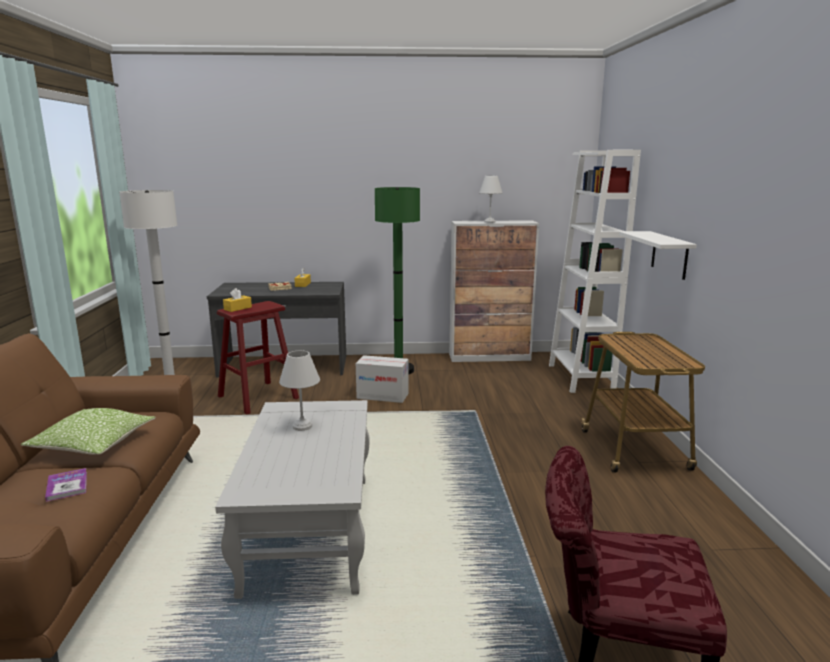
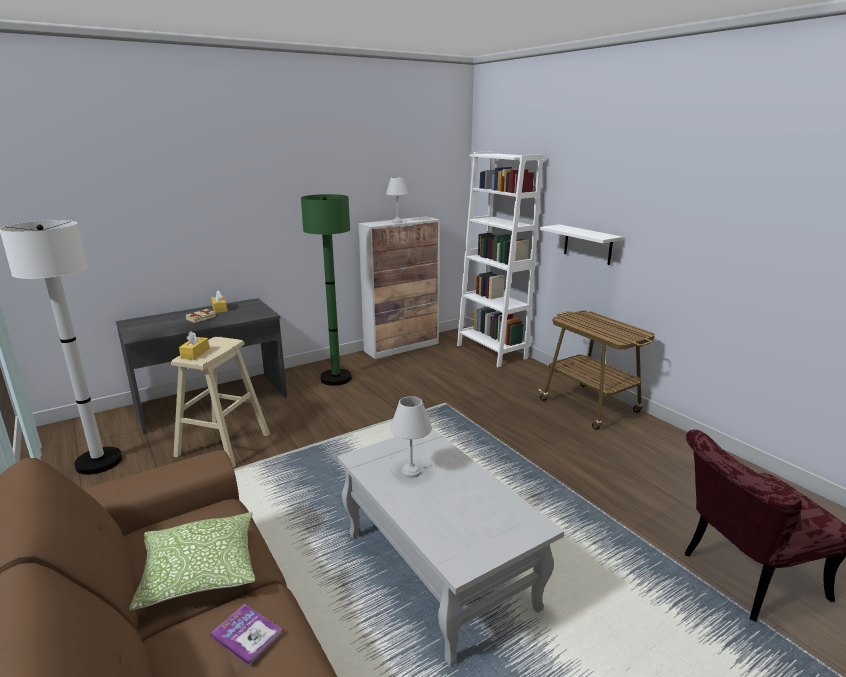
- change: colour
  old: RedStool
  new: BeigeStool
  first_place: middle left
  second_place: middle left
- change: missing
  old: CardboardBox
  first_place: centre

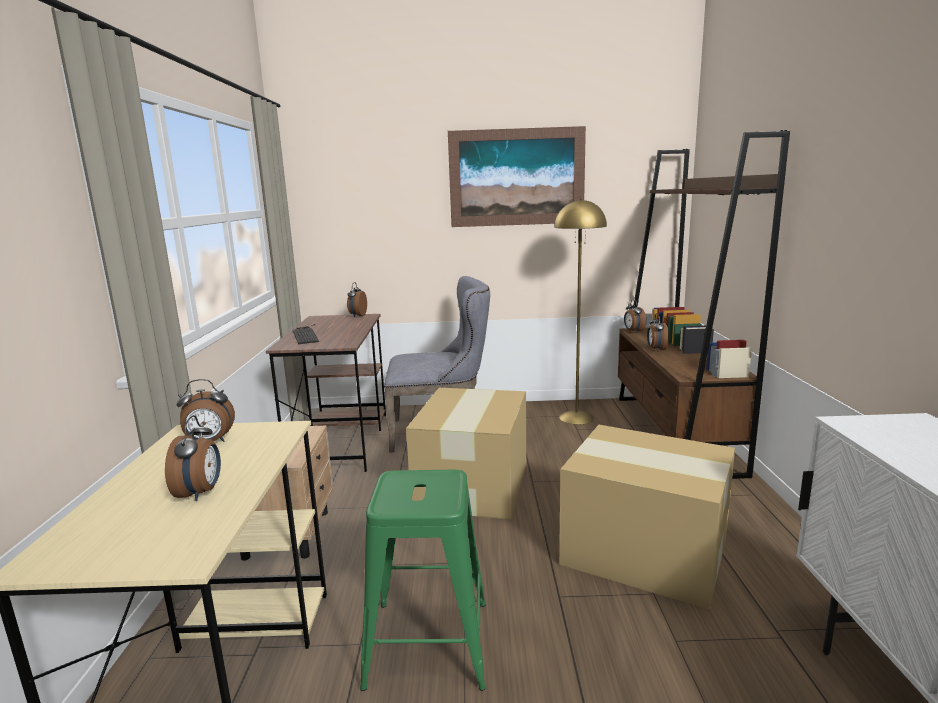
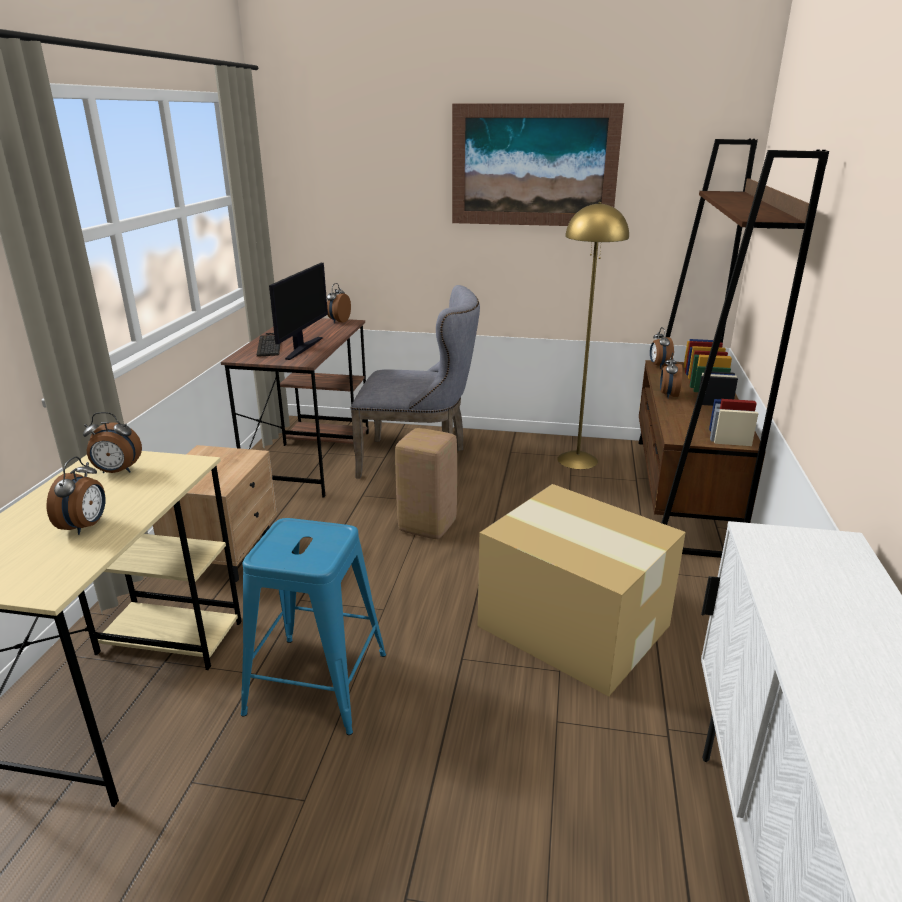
- change: exchanged
  old: CardboardBox (no. 1 from left)
  new: BeigeStool
  first_place: centre
  second_place: centre
- change: colour
  old: GreenStool
  new: BlueStool
  first_place: bottom centre
  second_place: bottom centre
- change: appeared
  new: Monitor
  second_place: middle left

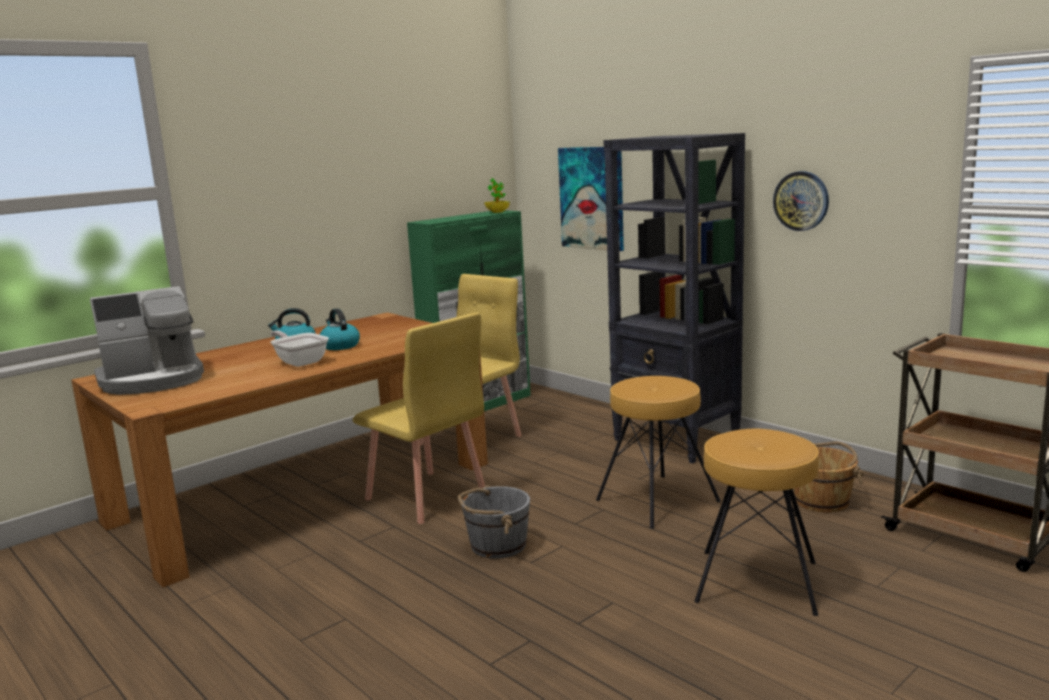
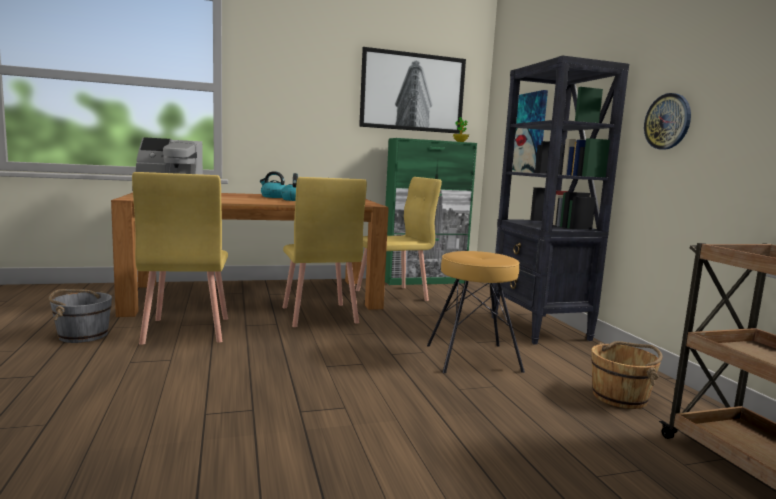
- change: missing
  old: FryingPan
  first_place: middle left
- change: missing
  old: BrownStool (no. 2 from left)
  first_place: bottom right
- change: relocated
  old: GreyBucket
  first_place: bottom centre
  second_place: middle left
- change: appeared
  new: Picture (no. 1 from left)
  second_place: top centre
- change: appeared
  new: YellowChair (no. 1 from left)
  second_place: middle left

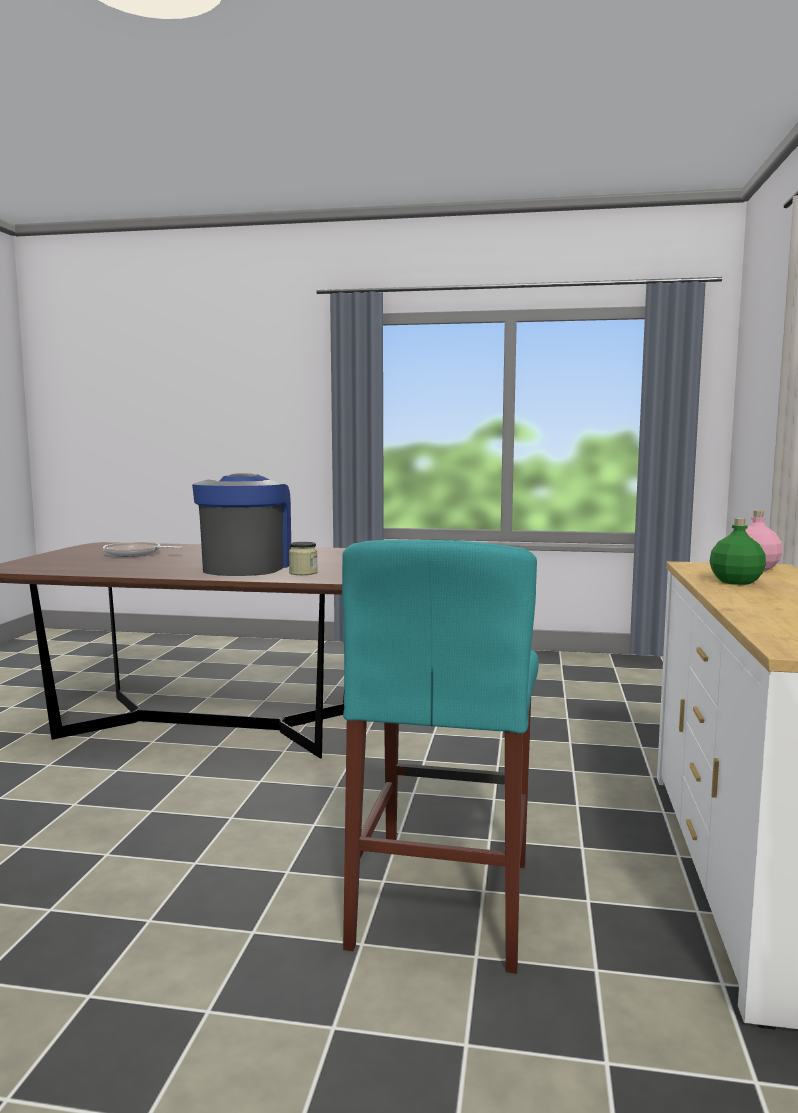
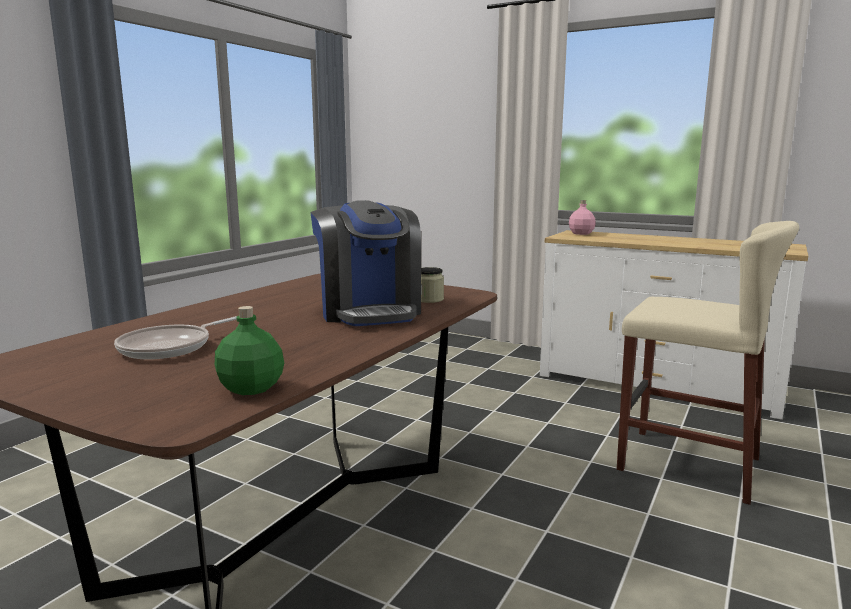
- change: spun
  old: CoffeeMachine
  first_place: middle left
  second_place: centre
  degrees: -135
- change: relocated
  old: GreenBottle
  first_place: middle right
  second_place: middle left
- change: colour
  old: TurquoiseStool
  new: BeigeStool
  first_place: bottom centre
  second_place: middle right

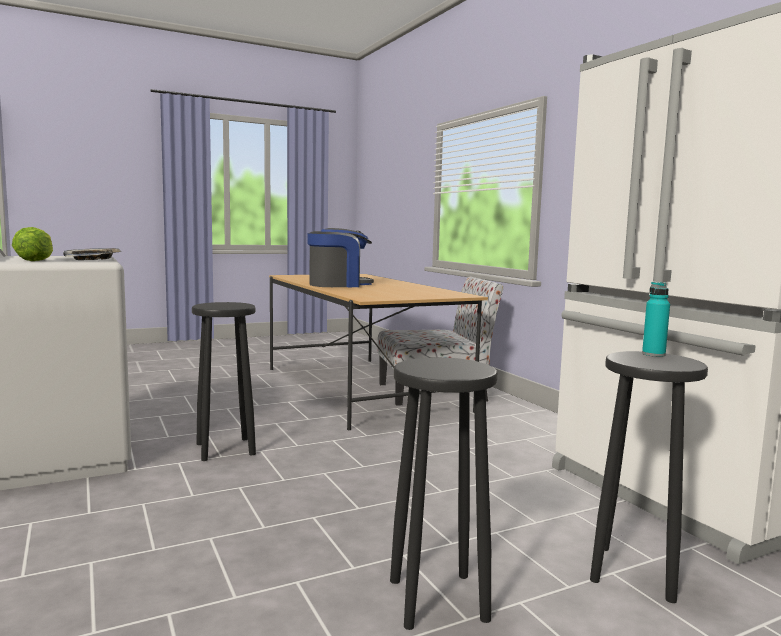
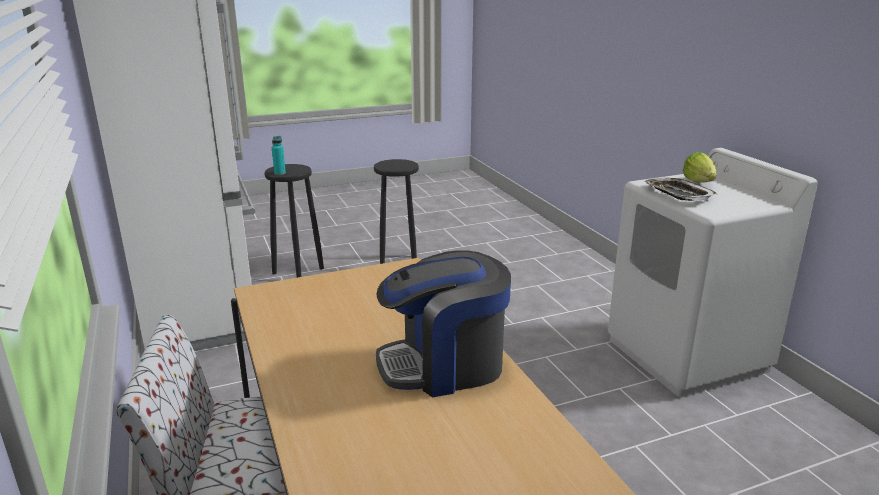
- change: missing
  old: BlackStool (no. 1 from left)
  first_place: middle left

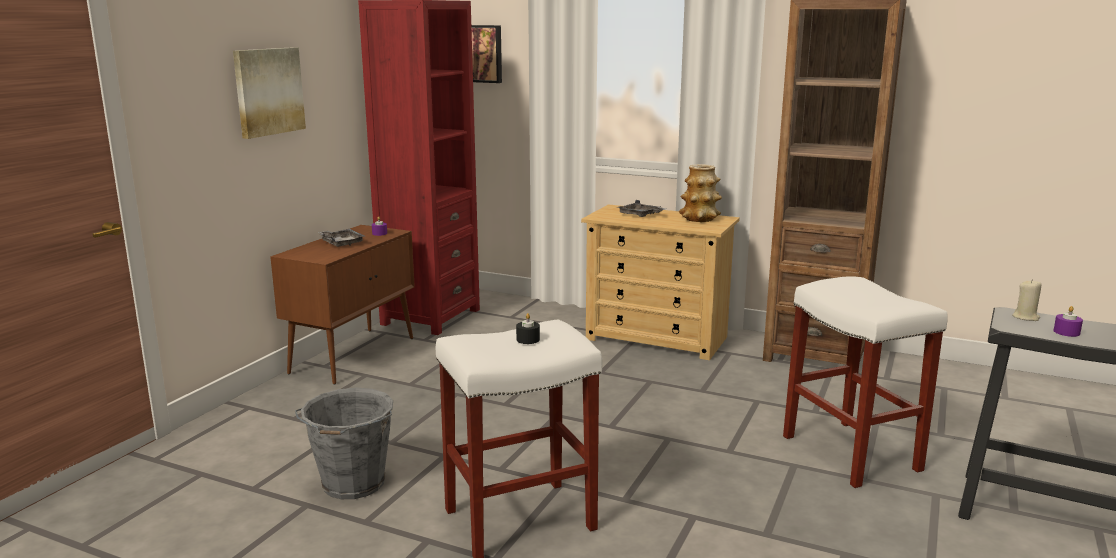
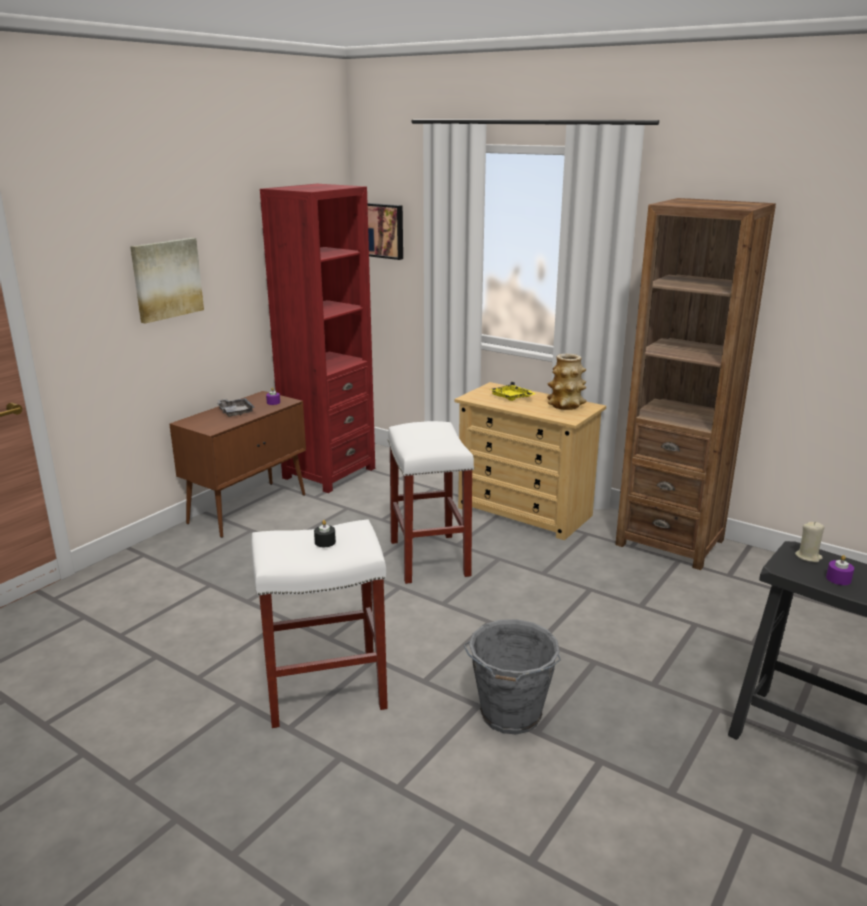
- change: colour
  old: GreyTray (no. 2 from left)
  new: YellowTray
  first_place: centre
  second_place: centre
- change: relocated
  old: WhiteStool (no. 2 from left)
  first_place: bottom right
  second_place: centre
- change: relocated
  old: GreyBucket
  first_place: bottom left
  second_place: bottom centre

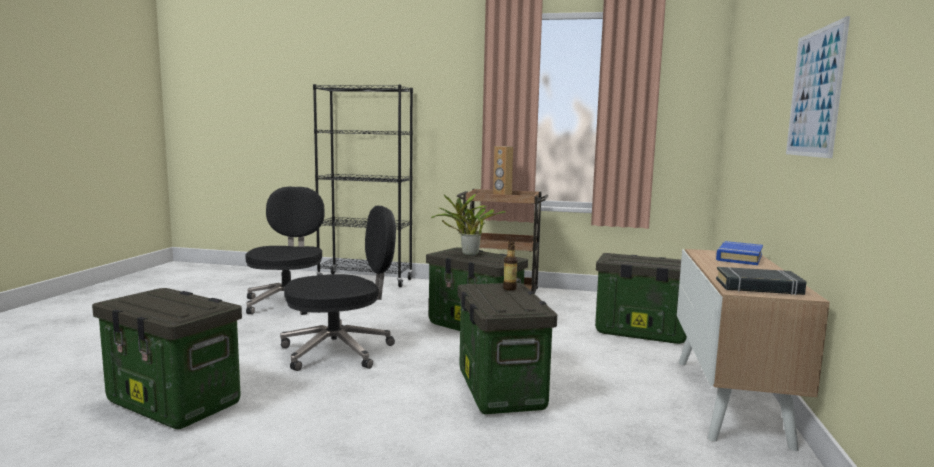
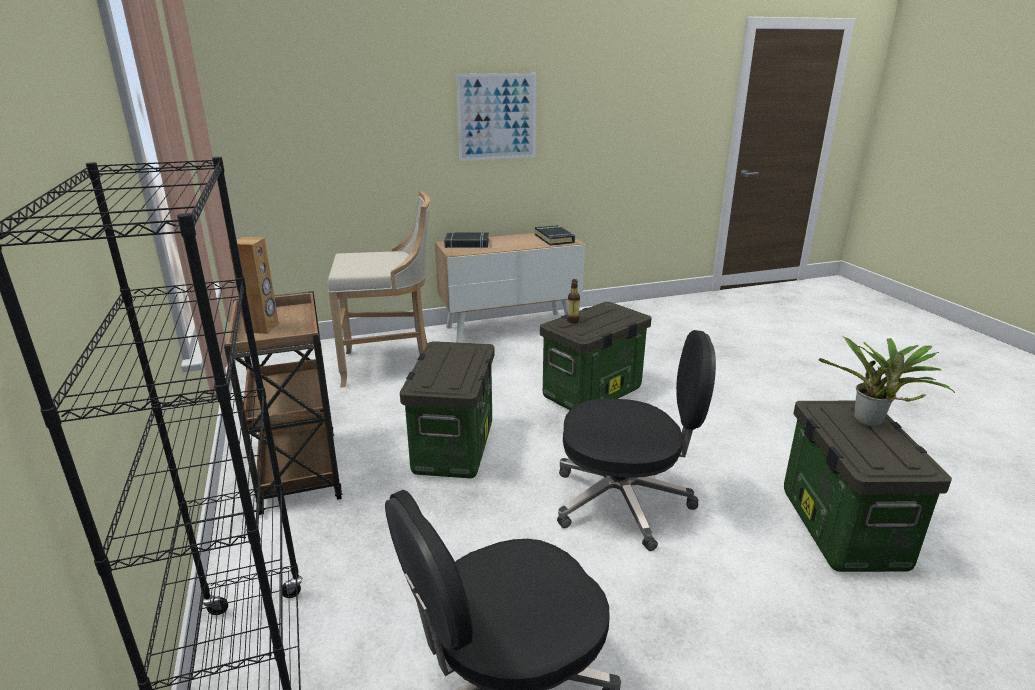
- change: relocated
  old: PottedPlant
  first_place: centre
  second_place: middle right
- change: spun
  old: BlackOfficeChair (no. 2 from left)
  first_place: centre
  second_place: centre
  degrees: 150
- change: colour
  old: BlueBook
  new: BlackBook (no. 1 from left)
  first_place: middle right
  second_place: centre
- change: exchanged
  old: StorageBox (no. 4 from left)
  new: BeigeStool
  first_place: middle right
  second_place: centre

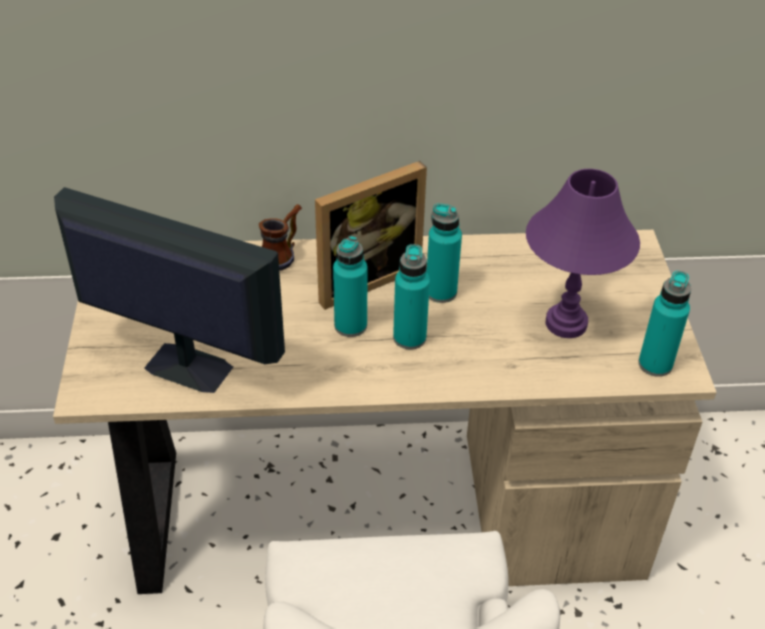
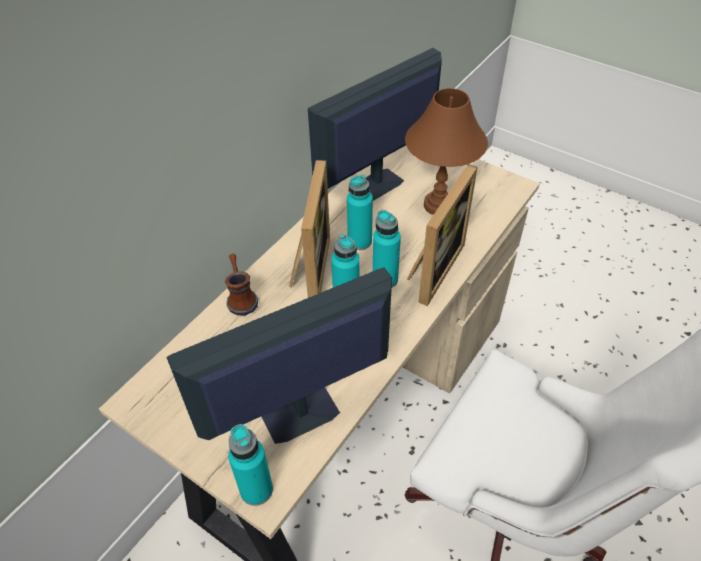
- change: colour
  old: PurpleTableLamp
  new: BrownTableLamp
  first_place: middle right
  second_place: top centre
- change: relocated
  old: TurquoiseBottle (no. 4 from left in the first image)
  new: TurquoiseBottle (no. 1 from left)
  first_place: middle right
  second_place: bottom centre
- change: appeared
  new: Monitor (no. 2 from left)
  second_place: top centre
- change: appeared
  new: PictureFrame (no. 2 from left)
  second_place: centre

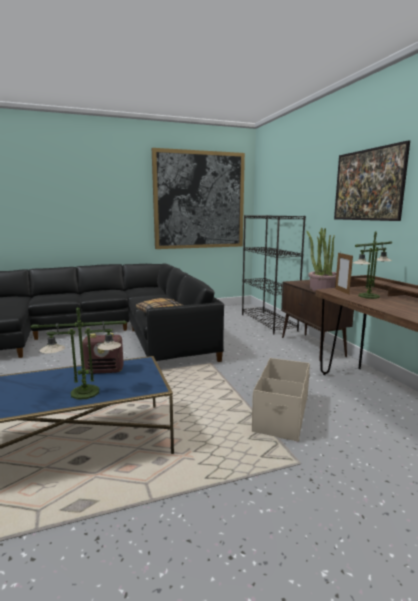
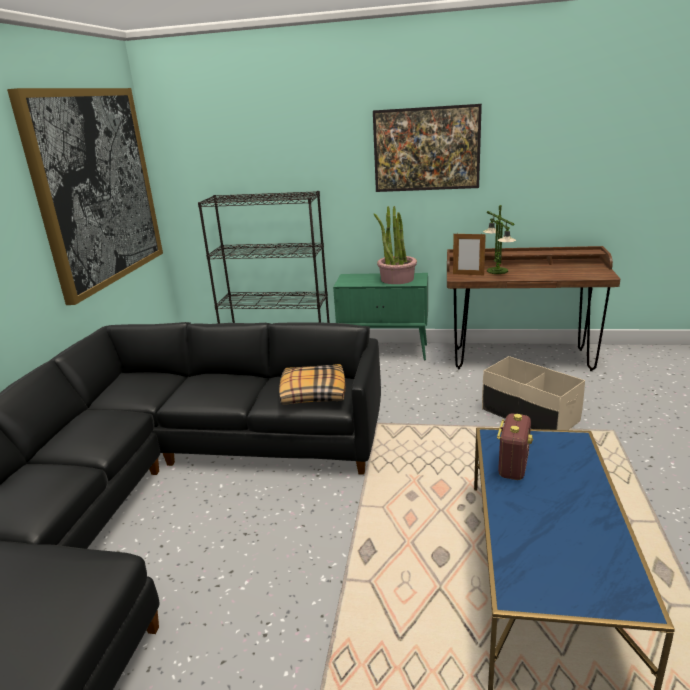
- change: colour
  old: BrownCabinet
  new: GreenCabinet
  first_place: middle right
  second_place: centre
- change: missing
  old: TableLamp (no. 1 from left)
  first_place: middle left

